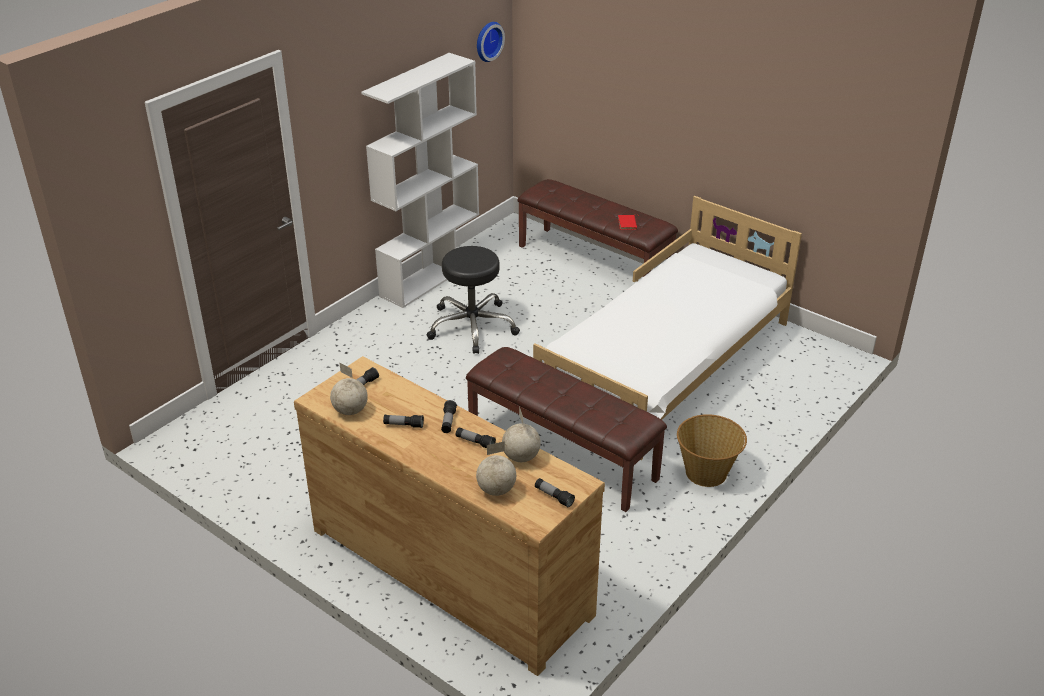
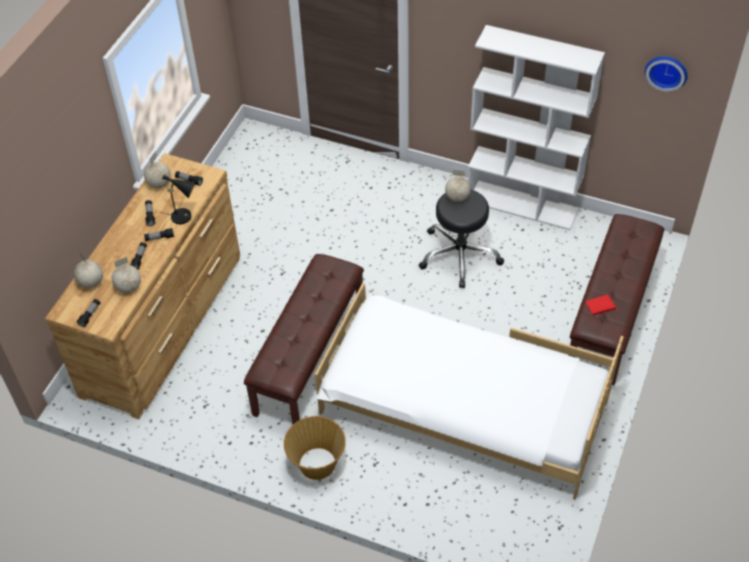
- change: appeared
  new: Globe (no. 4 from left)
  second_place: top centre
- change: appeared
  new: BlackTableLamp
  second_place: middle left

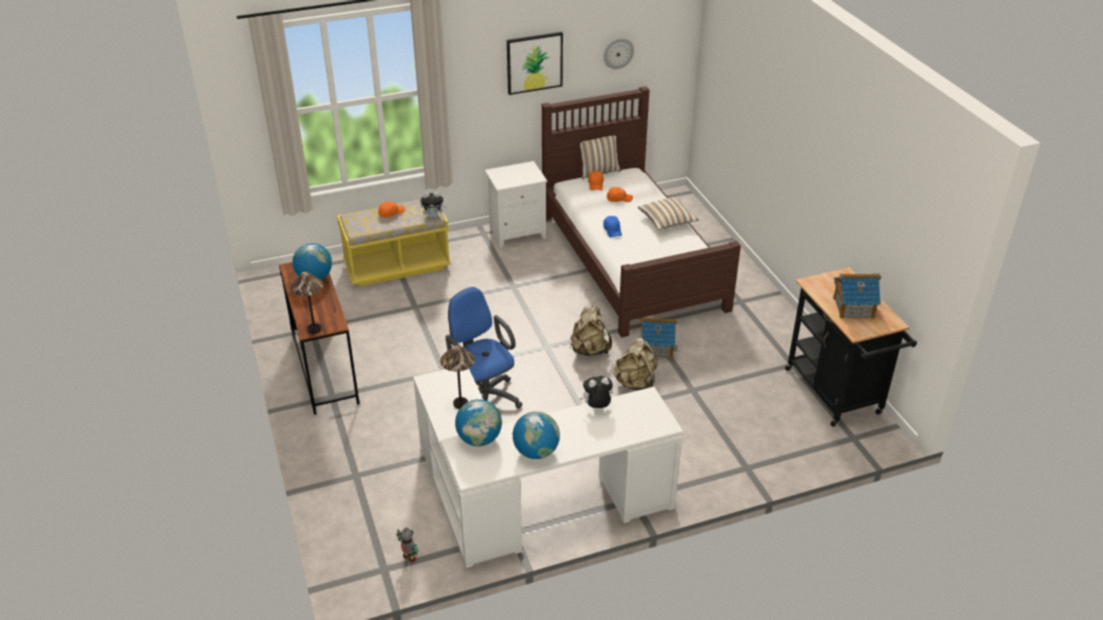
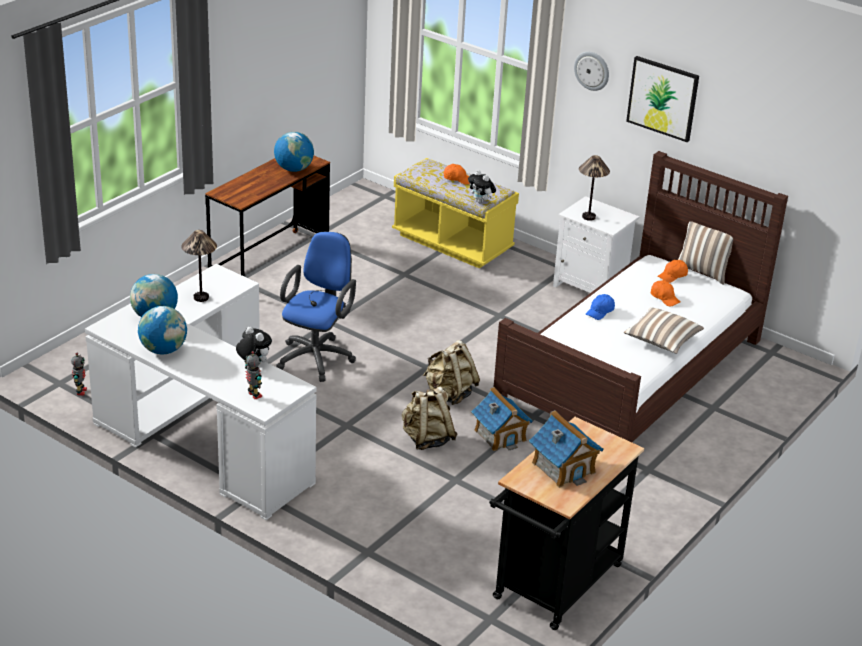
- change: relocated
  old: WallClock
  first_place: top centre
  second_place: top right
- change: relocated
  old: TableLamp (no. 1 from left in the first image)
  new: TableLamp (no. 2 from left)
  first_place: middle left
  second_place: top right
- change: appeared
  new: ToyRobot (no. 2 from left)
  second_place: middle left

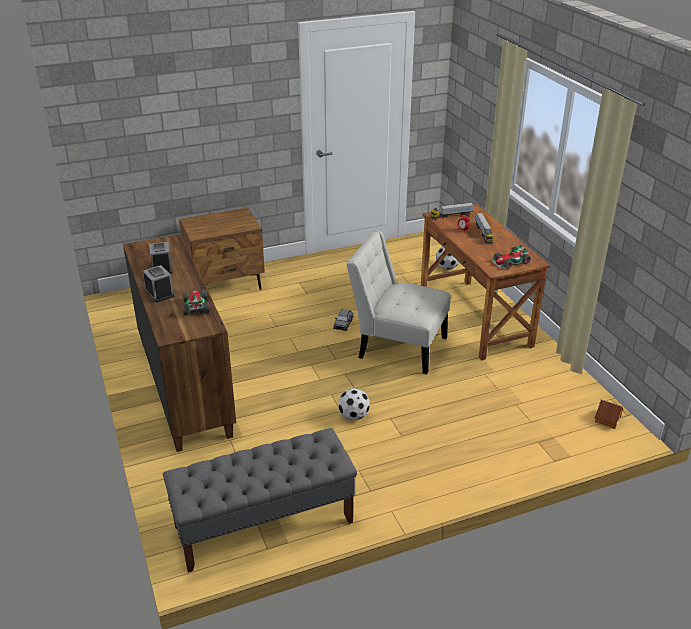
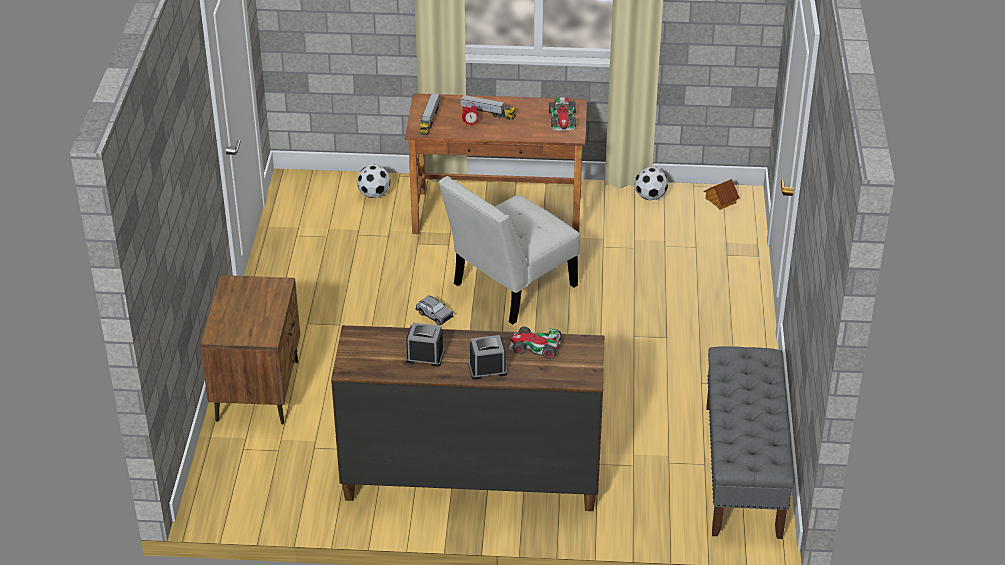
- change: relocated
  old: Football (no. 1 from left in the first image)
  new: Football (no. 2 from left)
  first_place: centre
  second_place: top centre

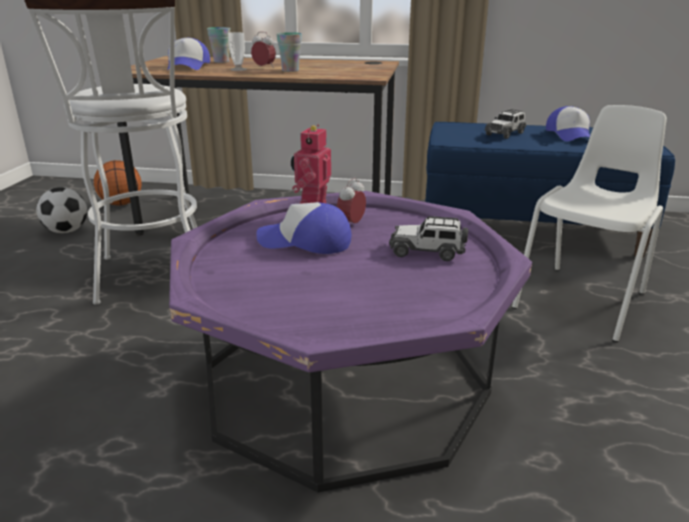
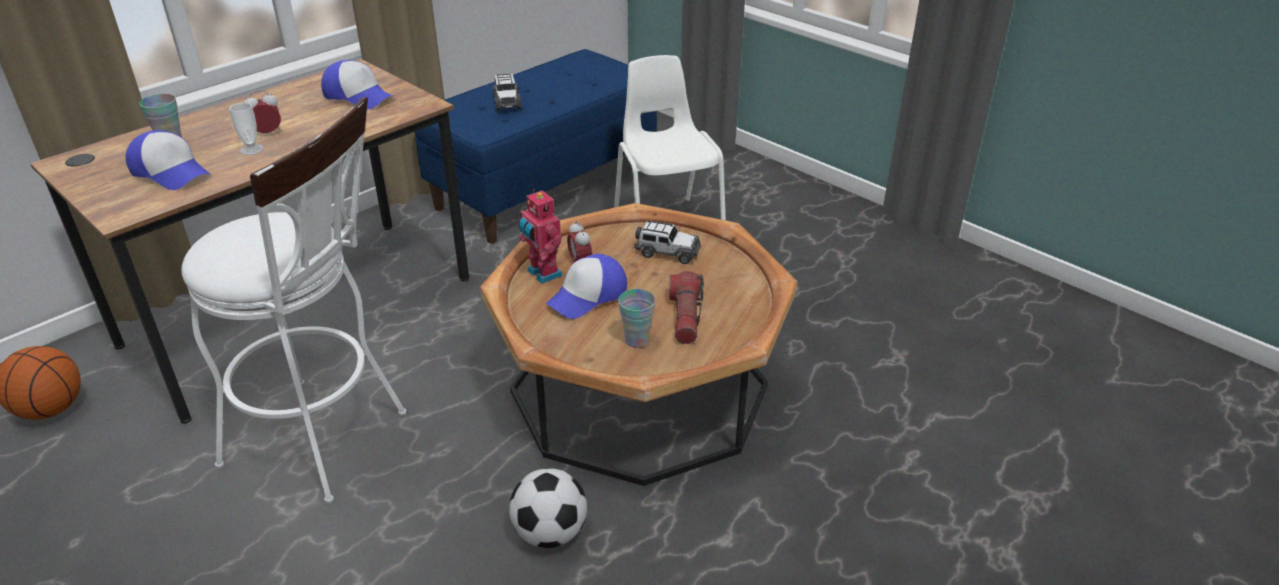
- change: relocated
  old: Cup (no. 3 from left)
  first_place: top centre
  second_place: centre
- change: relocated
  old: Cap (no. 3 from left in the first image)
  new: Cap (no. 2 from left)
  first_place: top right
  second_place: top left
- change: relocated
  old: Football
  first_place: middle left
  second_place: bottom centre
- change: colour
  old: PurpleCoffeeTable
  new: BrownCoffeeTable
  first_place: centre
  second_place: centre
- change: spun
  old: ToyCar (no. 1 from left in the first image)
  first_place: centre
  second_place: centre
  degrees: -120
- change: appeared
  new: Flashlight
  second_place: centre

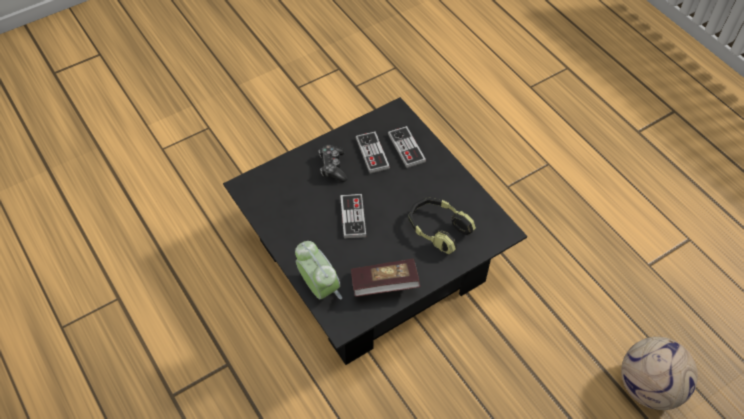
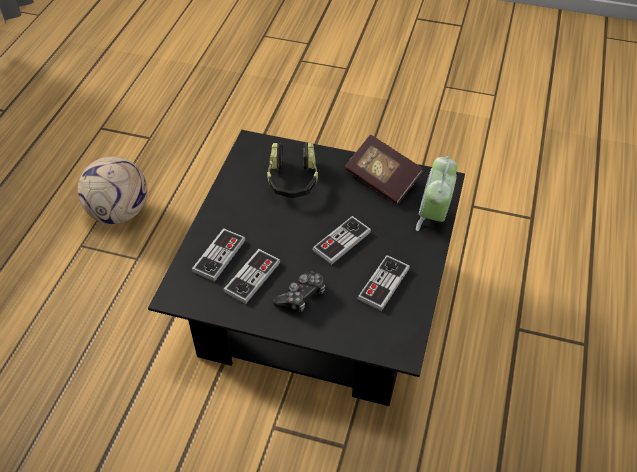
- change: relocated
  old: Football
  first_place: bottom right
  second_place: middle left
- change: appeared
  new: GameController (no. 5 from left)
  second_place: centre

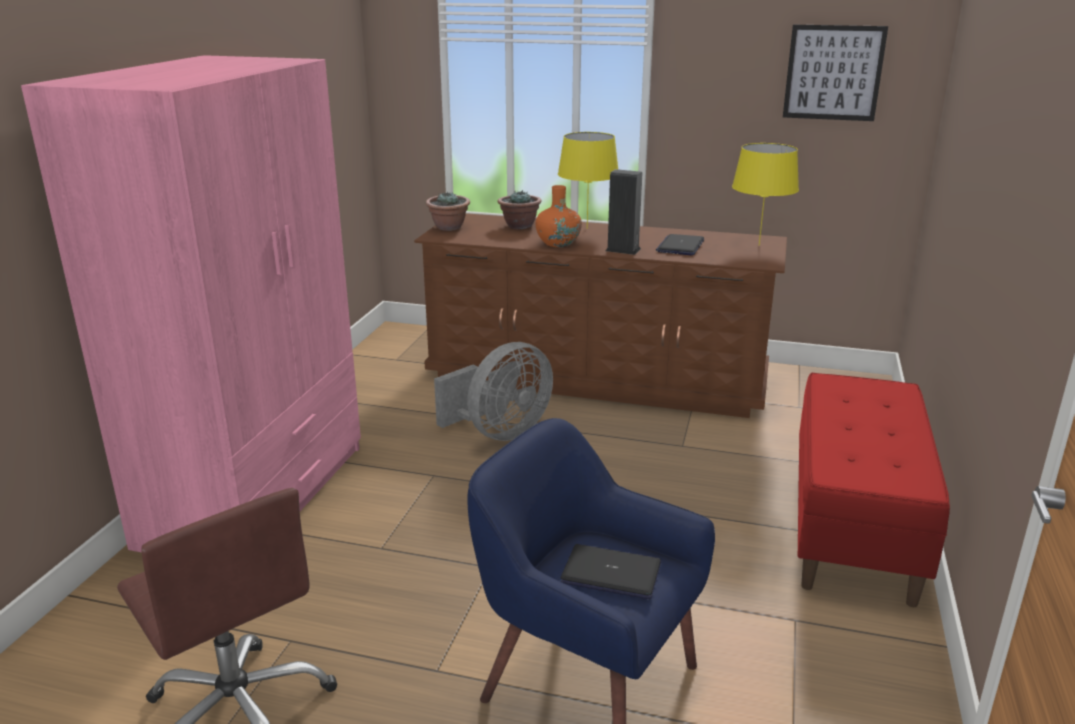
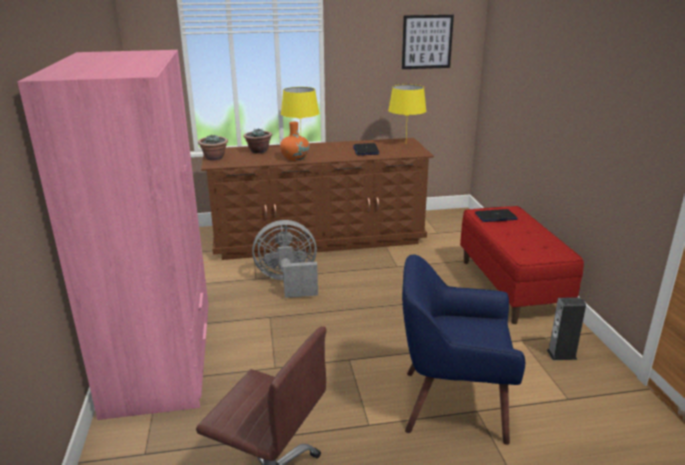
- change: relocated
  old: Speaker
  first_place: top centre
  second_place: bottom right
- change: spun
  old: GreyFan
  first_place: centre
  second_place: centre
  degrees: -120
- change: relocated
  old: Laptop (no. 1 from left in the first image)
  new: Laptop (no. 2 from left)
  first_place: bottom centre
  second_place: middle right

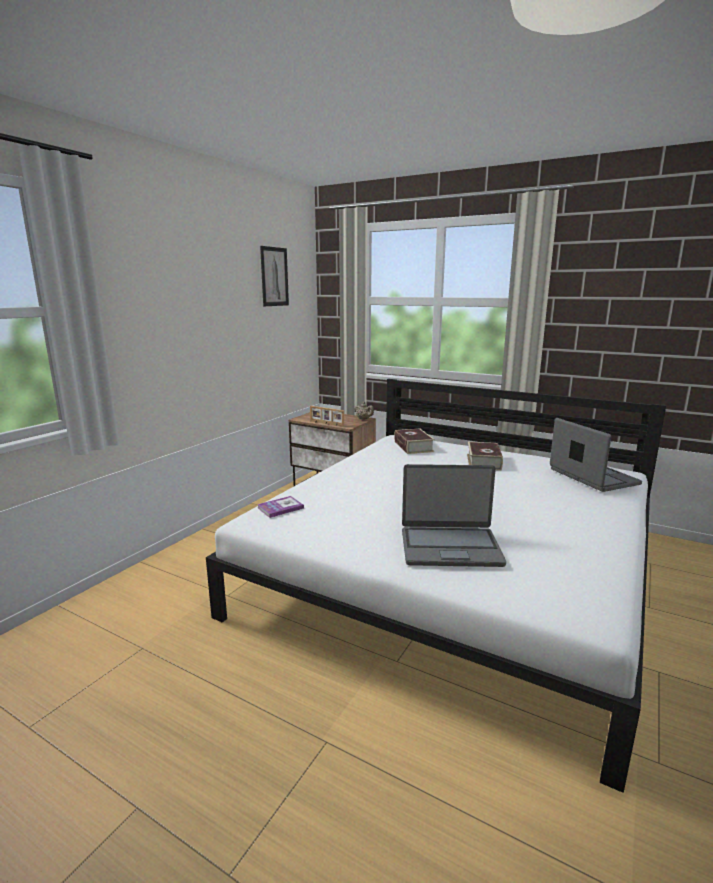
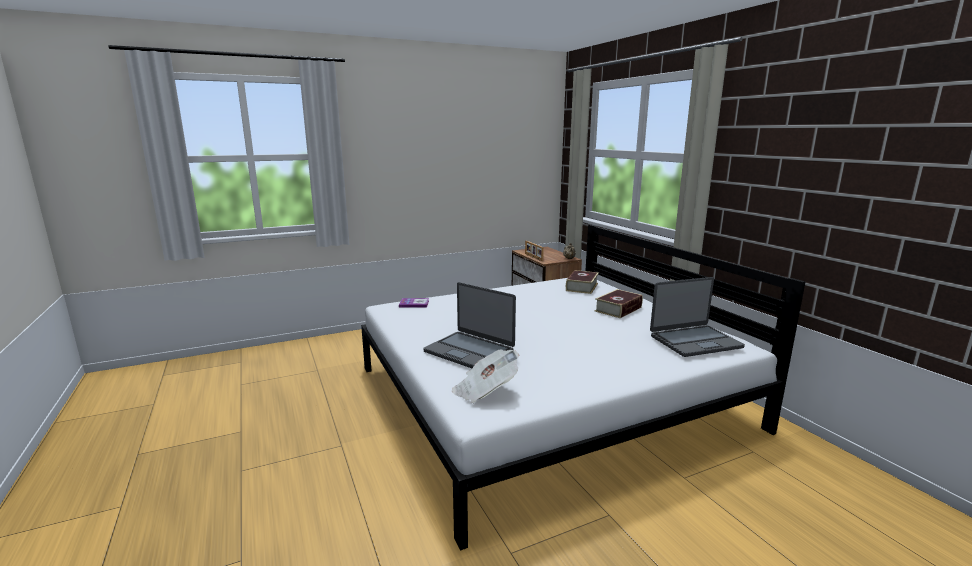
- change: missing
  old: Picture
  first_place: top centre
- change: spun
  old: Laptop (no. 2 from left)
  first_place: middle right
  second_place: middle right
  degrees: 60
- change: appeared
  new: Newspaper
  second_place: centre

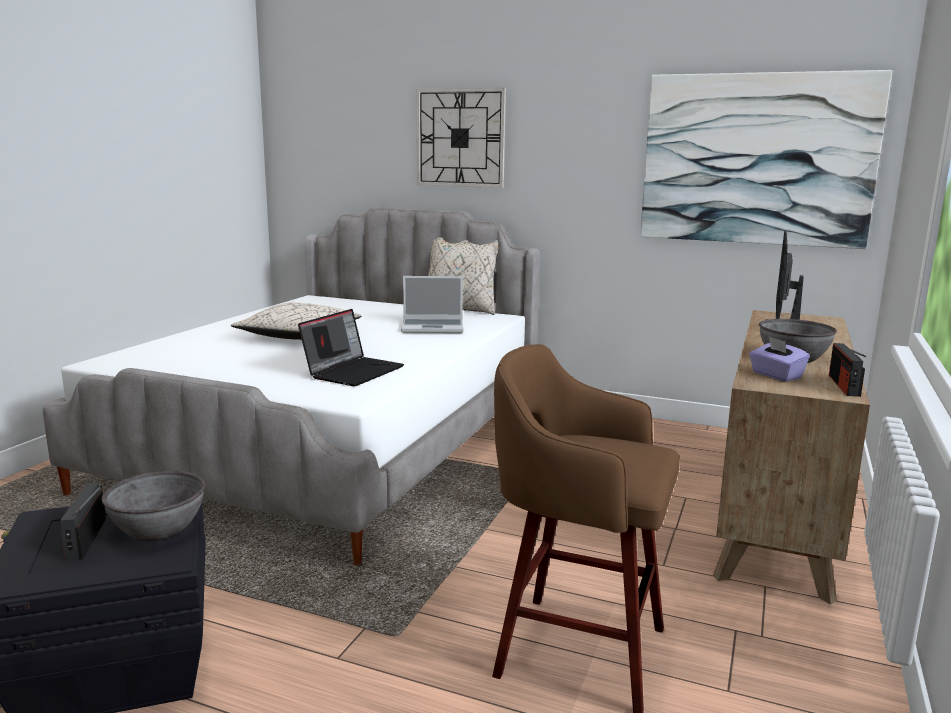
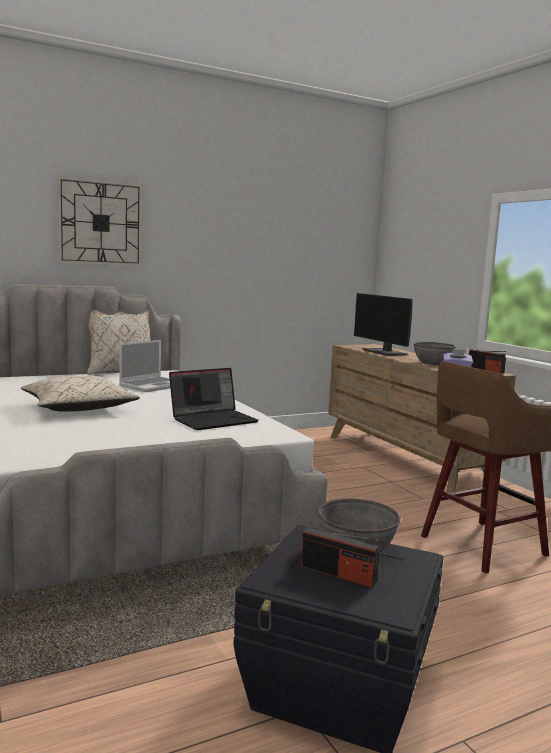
- change: missing
  old: Picture
  first_place: top right
- change: spun
  old: Laptop (no. 1 from left in the first image)
  first_place: centre
  second_place: centre
  degrees: 75

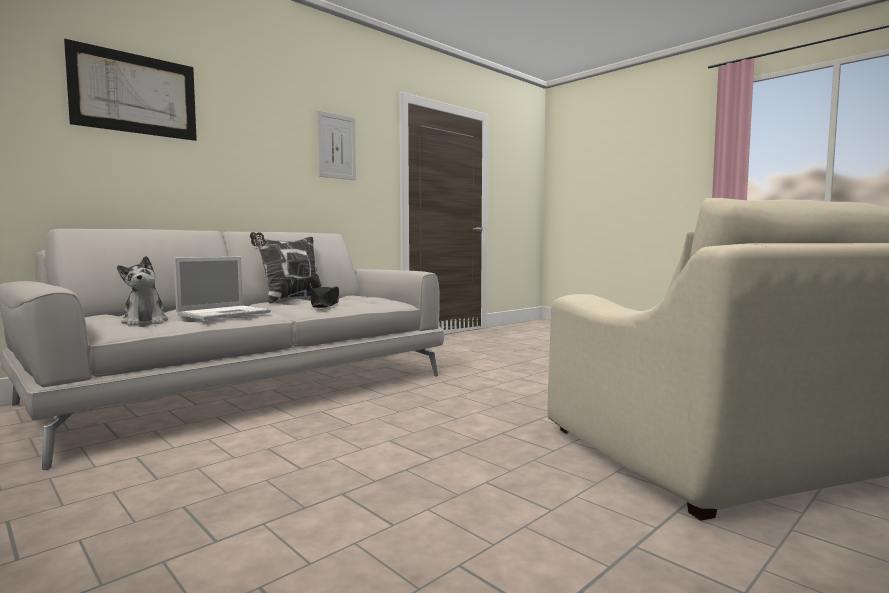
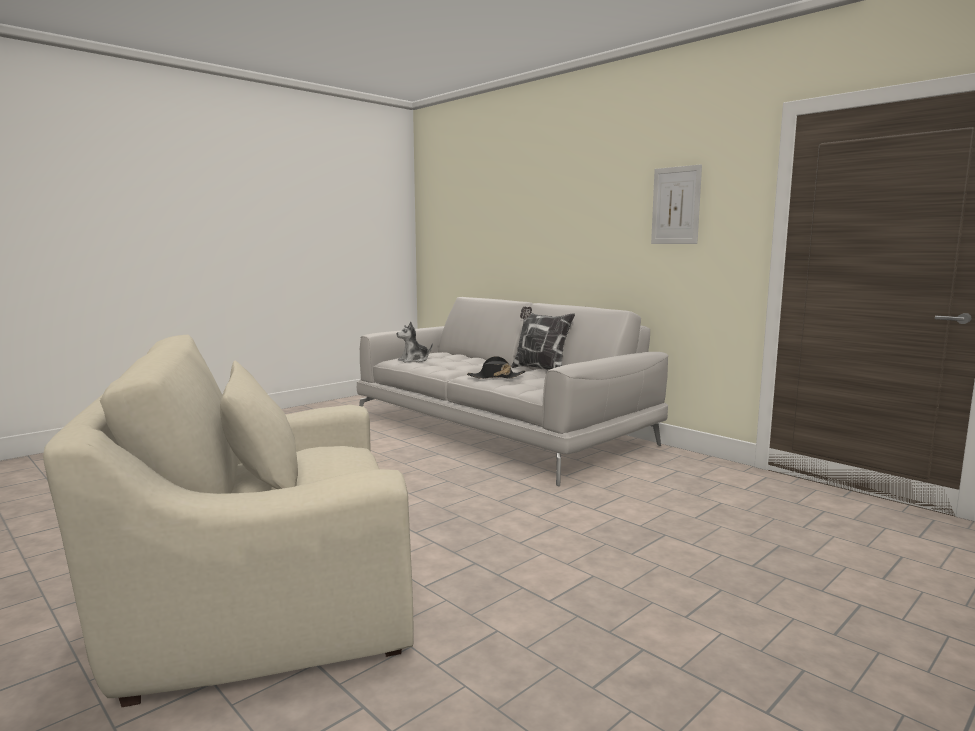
- change: missing
  old: Picture (no. 1 from left)
  first_place: top left
- change: missing
  old: Laptop
  first_place: middle left

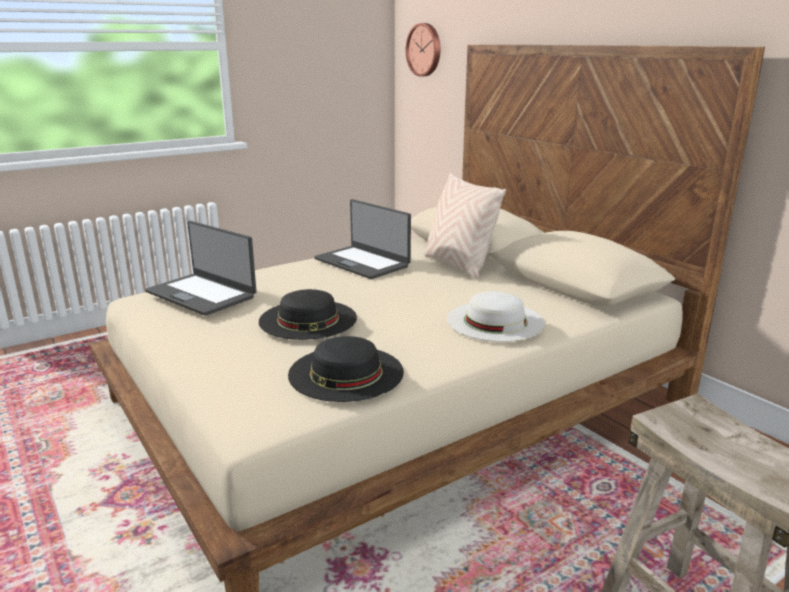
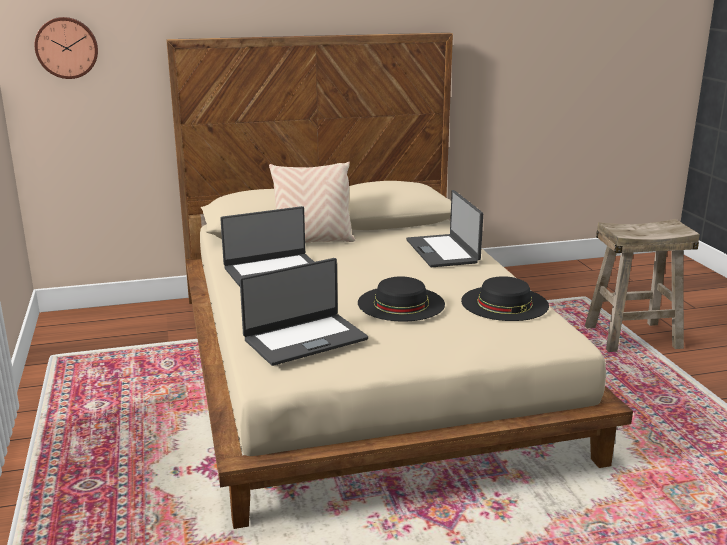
- change: exchanged
  old: WhiteHat
  new: Laptop (no. 3 from left)
  first_place: centre
  second_place: centre

